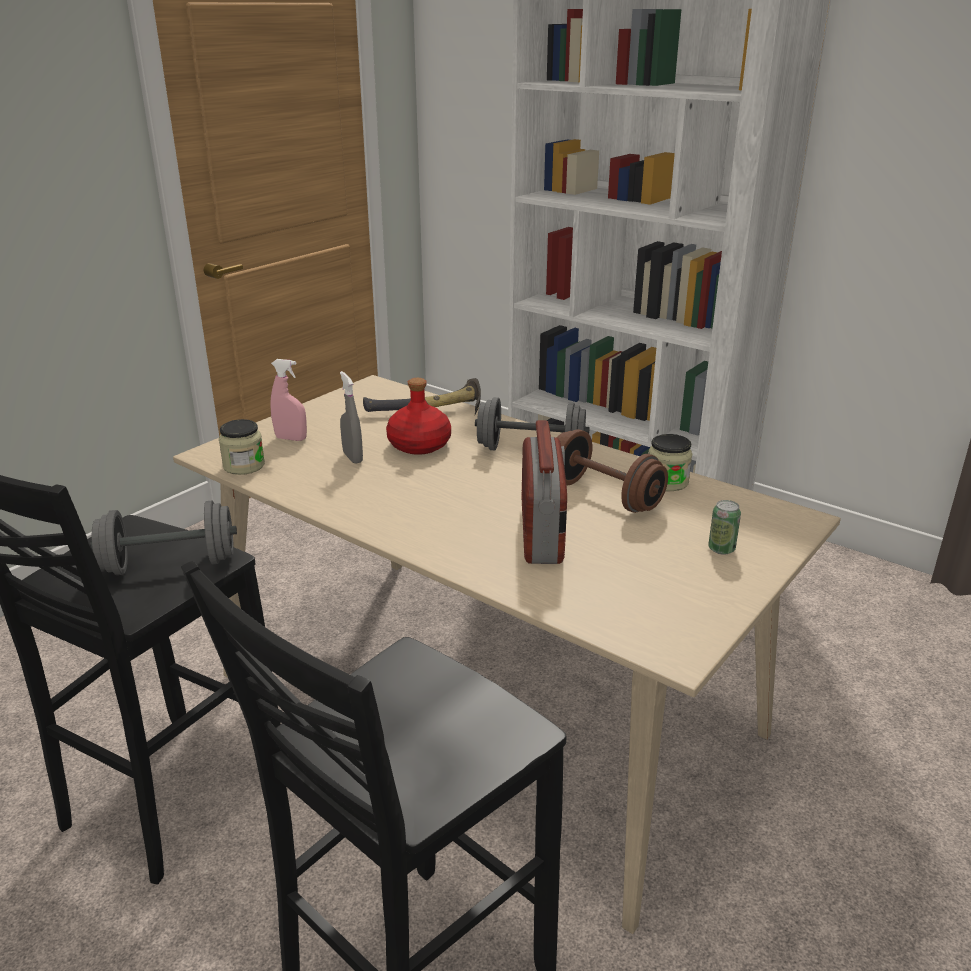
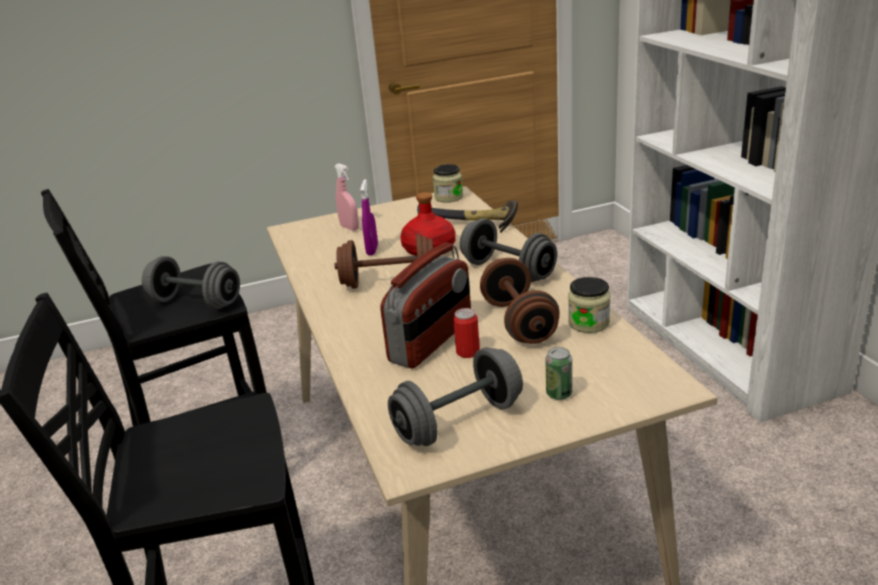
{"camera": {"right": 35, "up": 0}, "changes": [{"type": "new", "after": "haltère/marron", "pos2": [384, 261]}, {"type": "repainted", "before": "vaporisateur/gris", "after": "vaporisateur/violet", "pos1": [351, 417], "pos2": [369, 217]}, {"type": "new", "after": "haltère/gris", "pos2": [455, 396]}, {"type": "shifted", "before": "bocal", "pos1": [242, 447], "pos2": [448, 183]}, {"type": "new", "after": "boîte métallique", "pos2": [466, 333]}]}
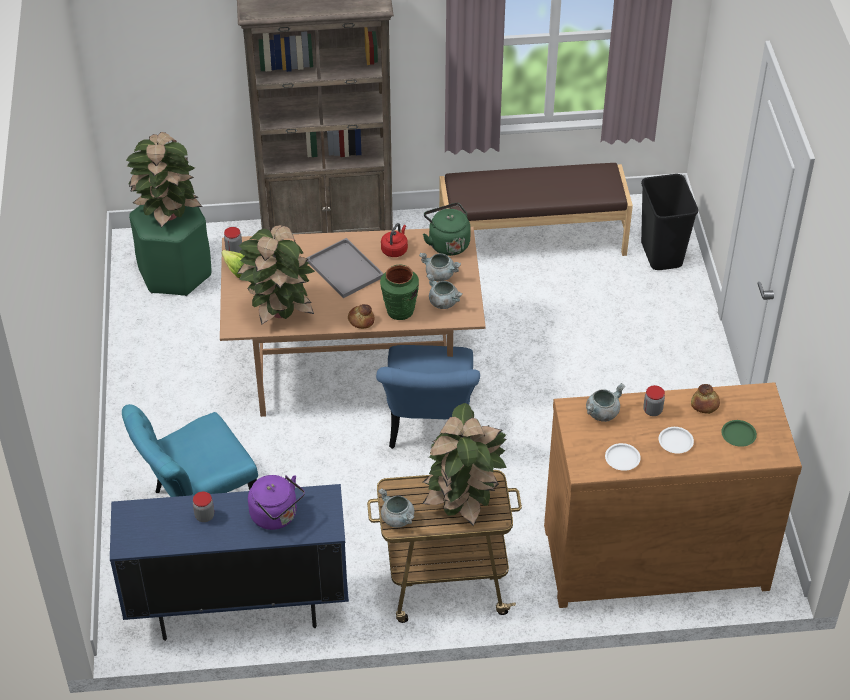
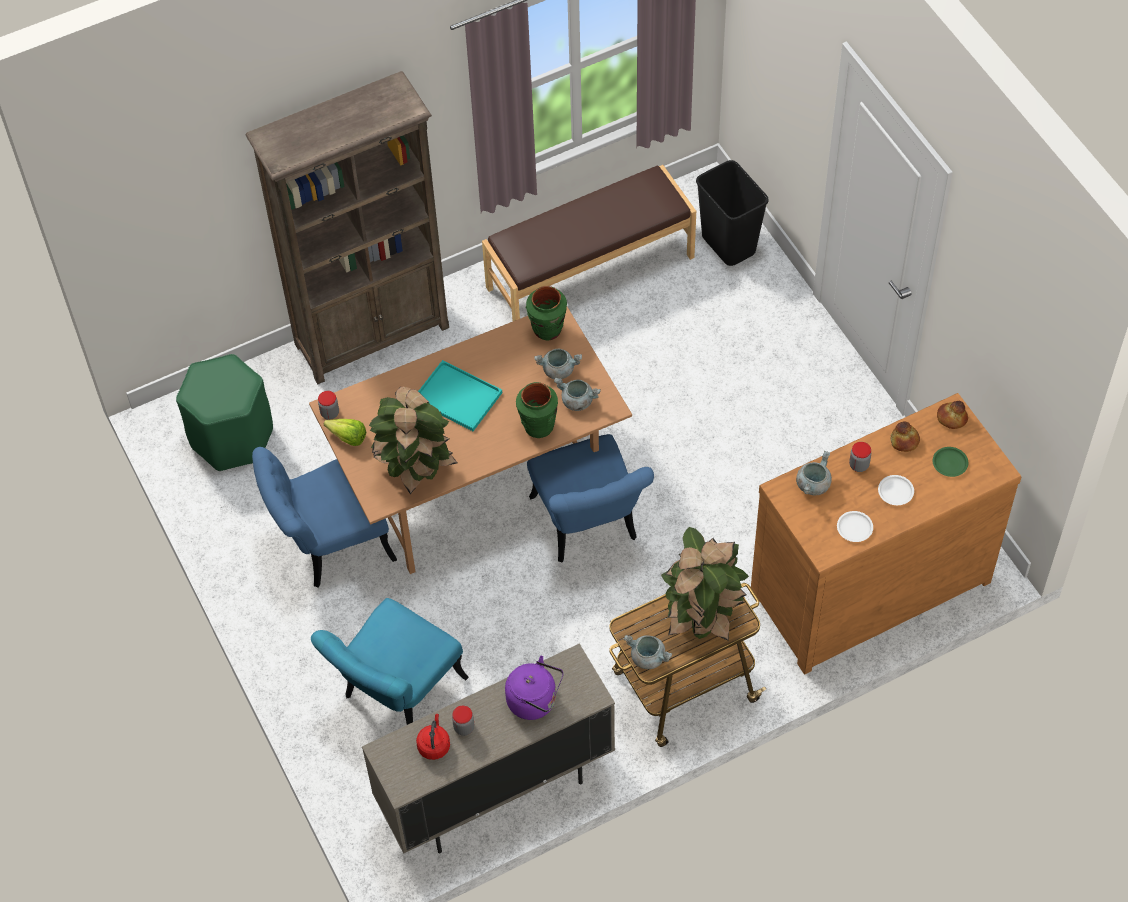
{"camera": {"right": -20, "up": 10}, "changes": [{"type": "new", "after": "chaise/bleu", "pos2": [324, 517]}, {"type": "repainted", "before": "meuble de rangement/bleu", "after": "meuble de rangement/beige", "pos1": [229, 562], "pos2": [488, 748]}, {"type": "shifted", "before": "bouilloire/rouge", "pos1": [394, 240], "pos2": [433, 737]}, {"type": "repainted", "before": "plateau/gris", "after": "plateau/turquoise", "pos1": [345, 268], "pos2": [460, 395]}, {"type": "swapped", "before": "bouilloire/vert", "after": "vase/vert", "pos1": [447, 229], "pos2": [546, 313]}, {"type": "shifted", "before": "pain", "pos1": [361, 316], "pos2": [952, 415]}, {"type": "gone", "before": "plante en pot", "pos1": [164, 180]}]}
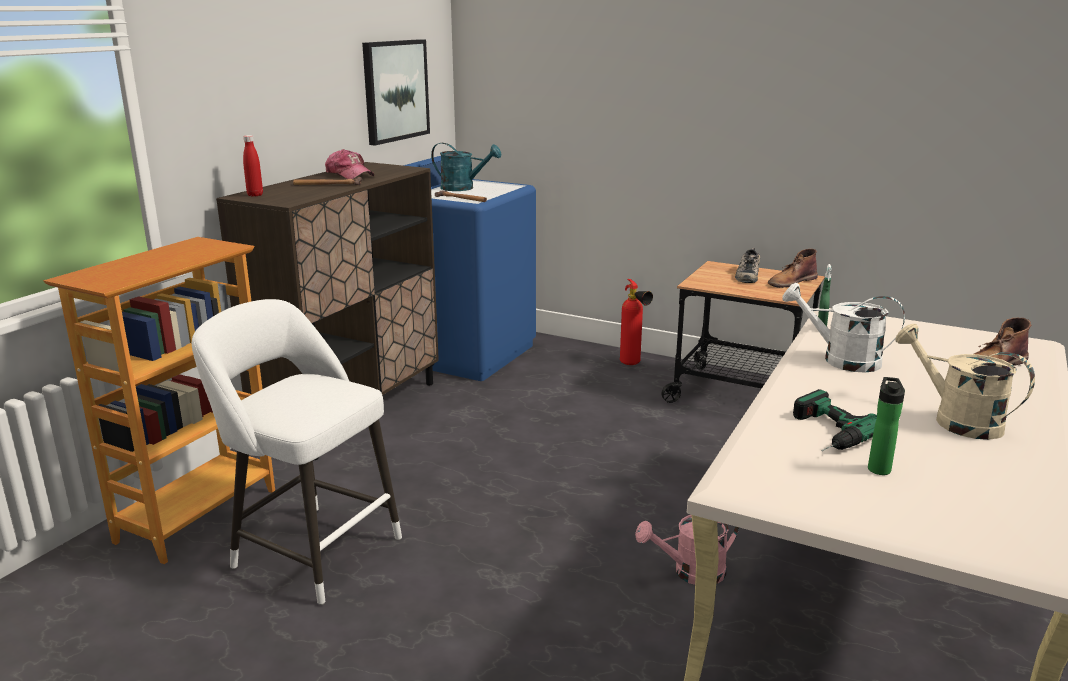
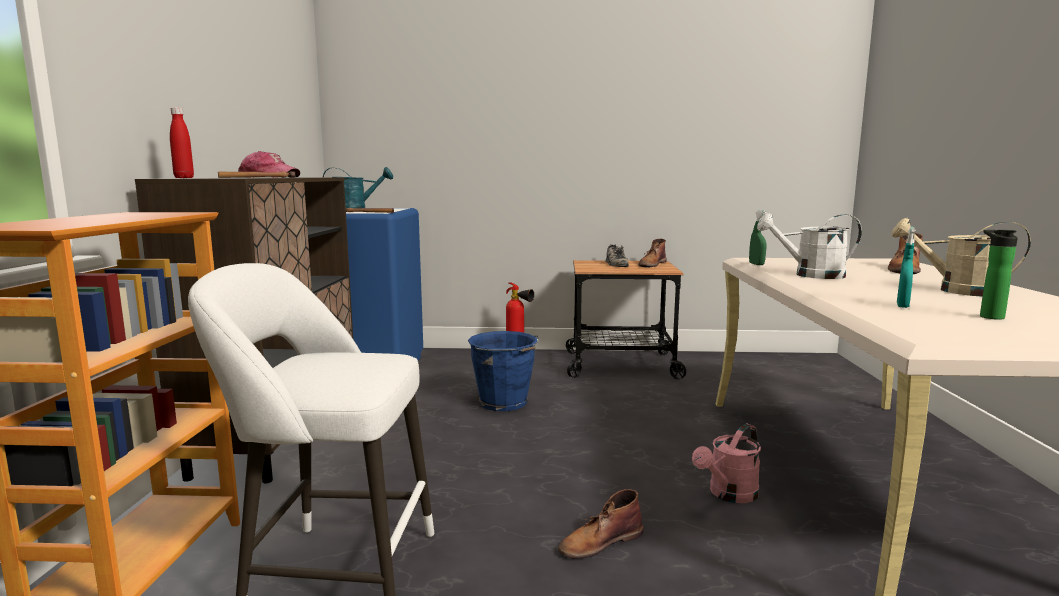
{"camera": {"right": -25, "up": -10}, "changes": [{"type": "new", "after": "seau/bleu", "pos2": [504, 371]}, {"type": "new", "after": "botte/marron", "pos2": [601, 524]}, {"type": "swapped", "before": "perceuse", "after": "vaporisateur/turquoise", "pos1": [835, 420], "pos2": [906, 267]}, {"type": "gone", "before": "tableau", "pos1": [396, 92]}]}
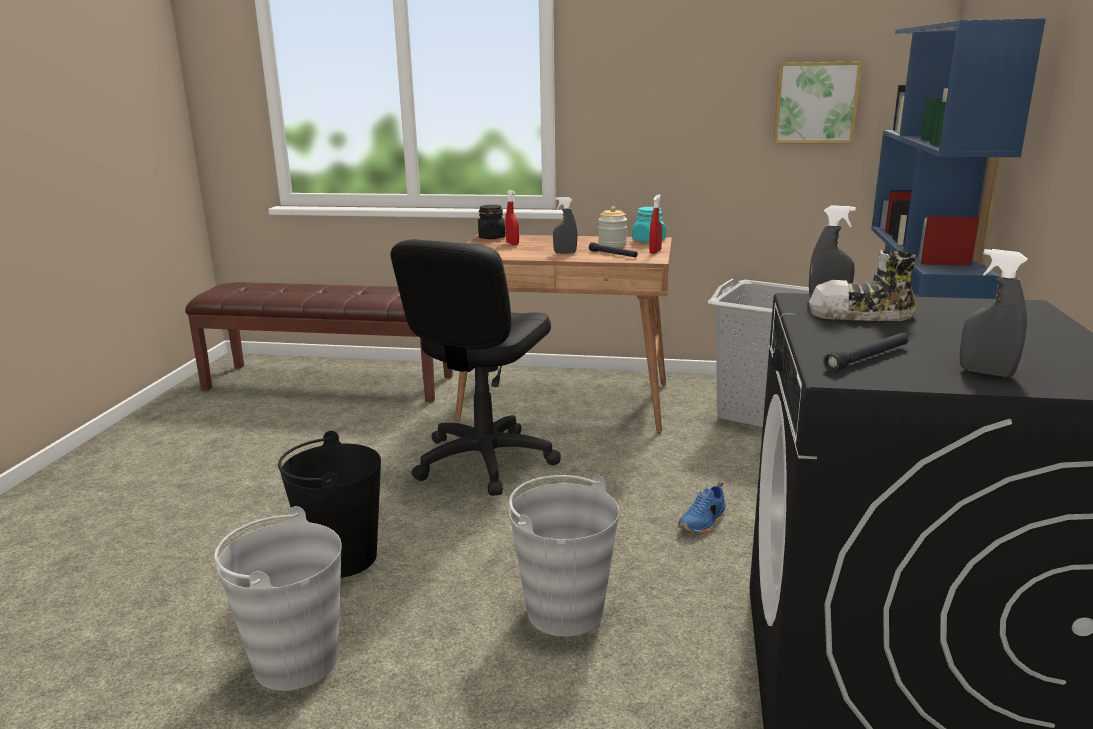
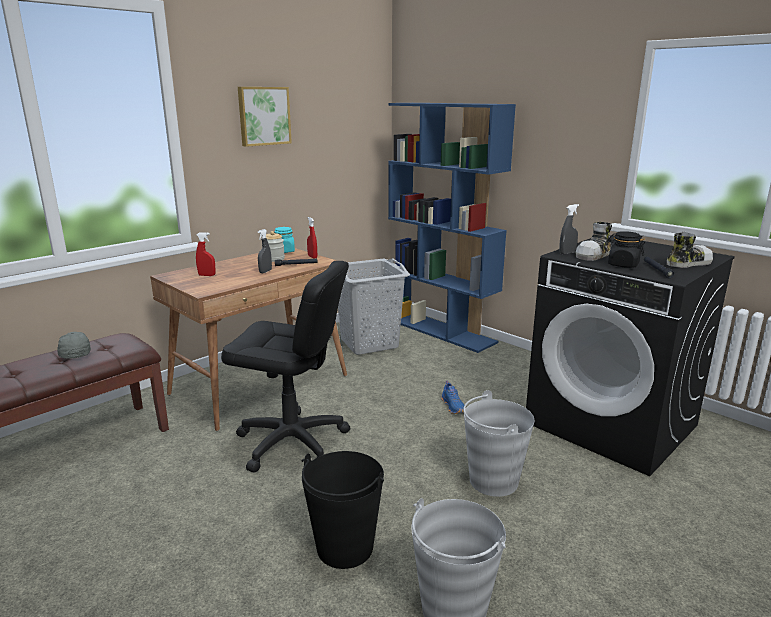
{"camera": {"right": -55, "up": 0}, "changes": [{"type": "new", "after": "casquette/gris", "pos2": [74, 345]}, {"type": "rotated", "before": "chaise de bureau/noir", "pos1": [476, 367], "pos2": [285, 367], "turn": -45}, {"type": "shifted", "before": "tableau", "pos1": [817, 102], "pos2": [265, 117]}, {"type": "shifted", "before": "bocal/noir", "pos1": [491, 222], "pos2": [626, 249]}, {"type": "swapped", "before": "vaporisateur/gris", "after": "chaussure", "pos1": [994, 313], "pos2": [690, 250]}]}
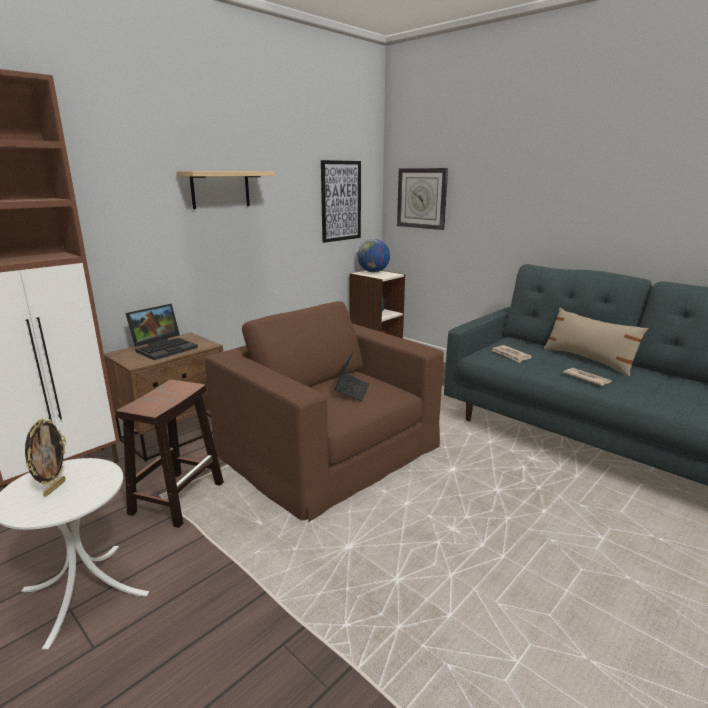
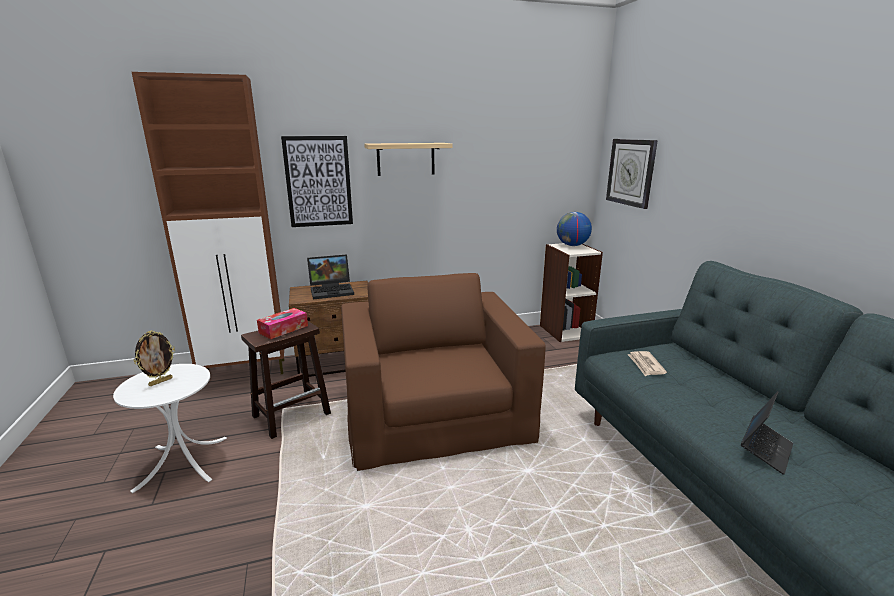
{"camera": {"right": 30, "up": 0}, "changes": [{"type": "new", "after": "boîte à mouchoirs", "pos2": [282, 323]}, {"type": "shifted", "before": "tableau", "pos1": [341, 201], "pos2": [317, 181]}, {"type": "shifted", "before": "ordinateur portable", "pos1": [351, 375], "pos2": [766, 433]}, {"type": "gone", "before": "coussin/beige", "pos1": [596, 342]}, {"type": "gone", "before": "journal", "pos1": [587, 377]}]}
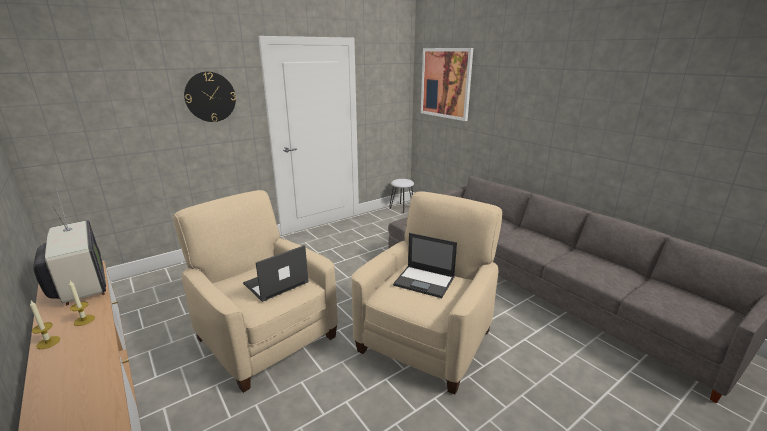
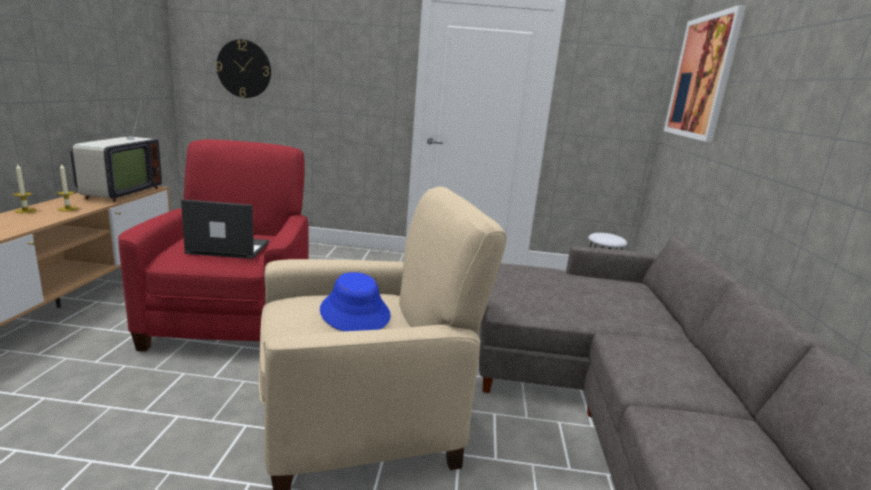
{"camera": {"right": 40, "up": -5}, "changes": [{"type": "repainted", "before": "fauteuil/beige", "after": "fauteuil/rouge", "pos1": [255, 291], "pos2": [213, 245]}, {"type": "shifted", "before": "horloge murale", "pos1": [210, 97], "pos2": [243, 68]}, {"type": "swapped", "before": "ordinateur portable", "after": "chapeau/bleu", "pos1": [425, 265], "pos2": [355, 301]}]}
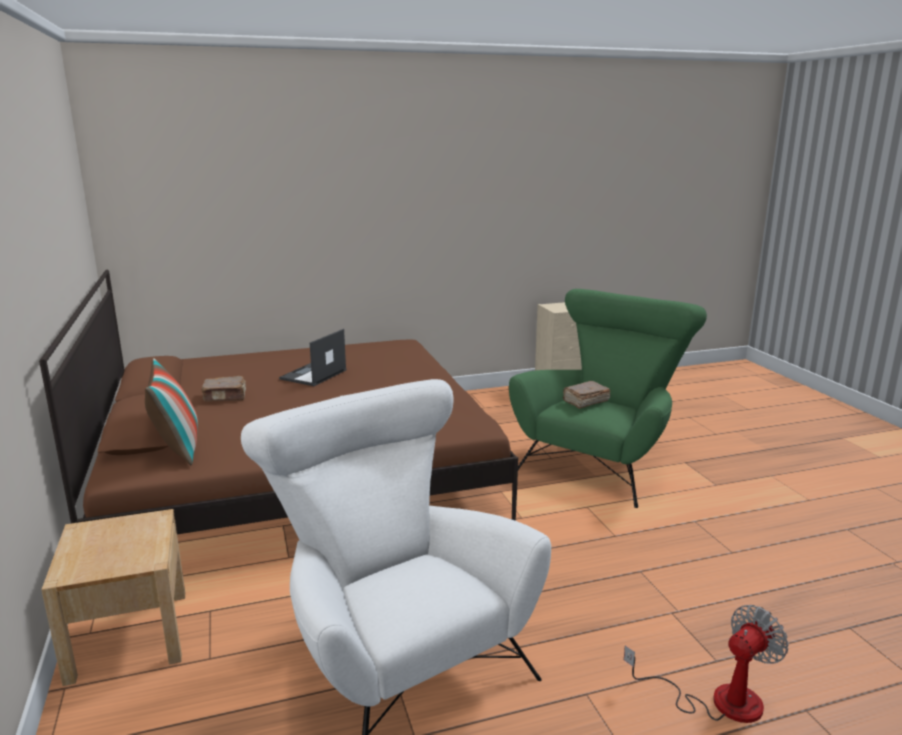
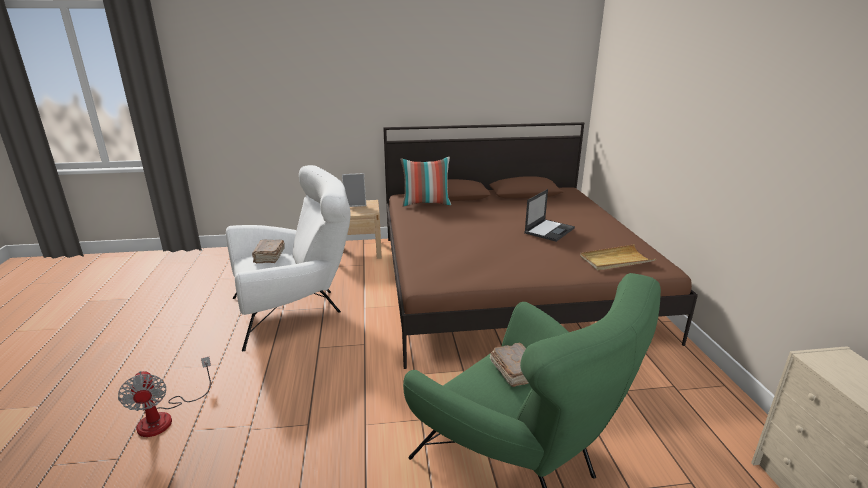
{"camera": {"right": 100, "up": 5}, "changes": [{"type": "shifted", "before": "livre/marron", "pos1": [224, 388], "pos2": [268, 251]}, {"type": "new", "after": "cadre photo", "pos2": [354, 190]}, {"type": "rotated", "before": "ordinateur portable", "pos1": [313, 357], "pos2": [549, 215], "turn": 90}, {"type": "new", "after": "plateau/beige", "pos2": [618, 257]}]}
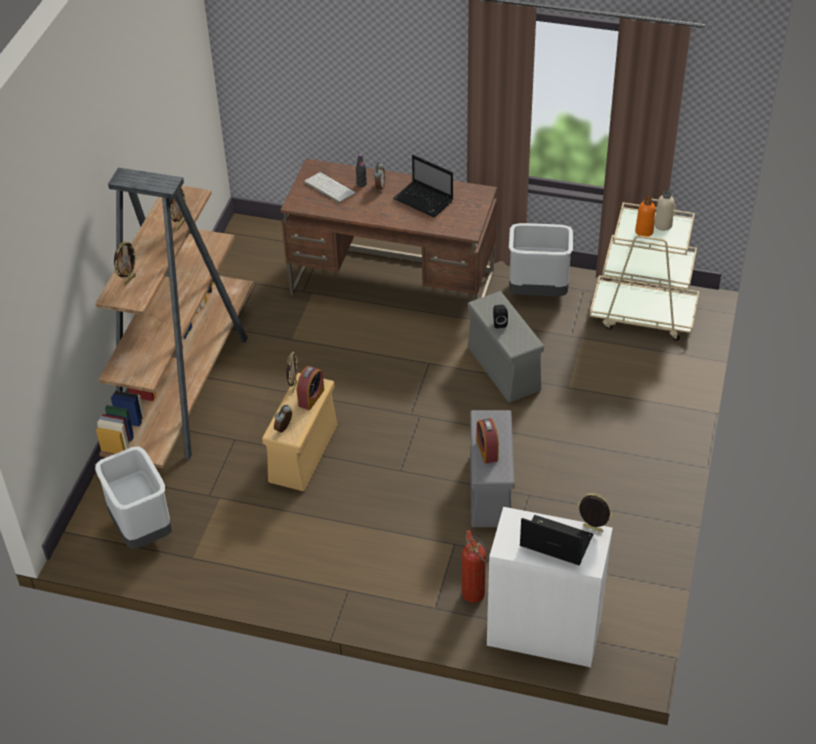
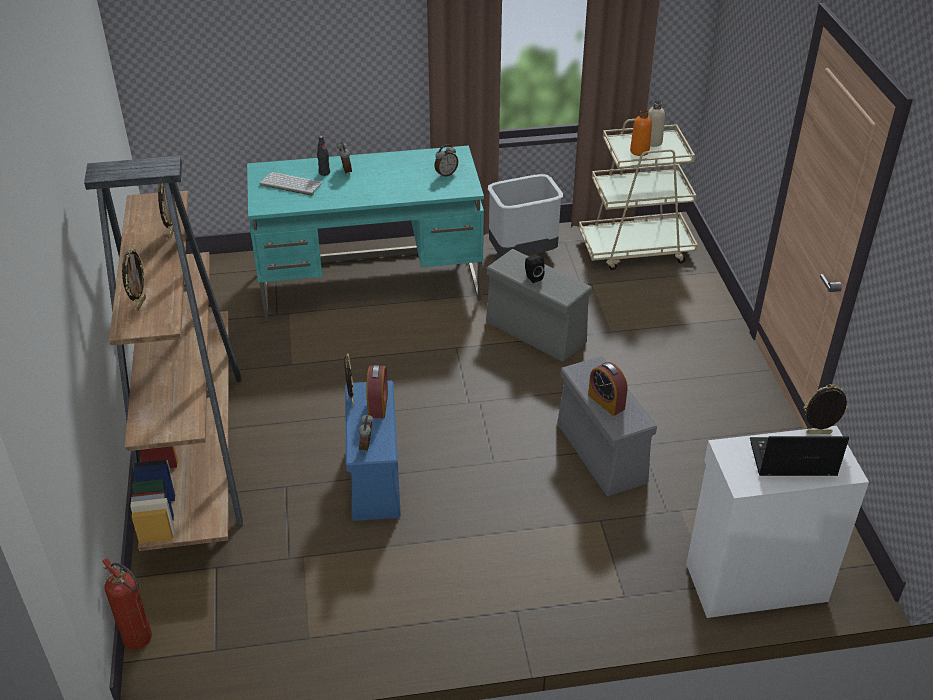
{"camera": {"right": -25, "up": -5}, "changes": [{"type": "shifted", "before": "extincteur", "pos1": [475, 566], "pos2": [127, 604]}, {"type": "repainted", "before": "bureau/marron", "after": "bureau/turquoise", "pos1": [388, 230], "pos2": [365, 233]}, {"type": "repainted", "before": "boîte de rangement/beige", "after": "boîte de rangement/bleu", "pos1": [300, 432], "pos2": [373, 451]}, {"type": "new", "after": "réveil", "pos2": [446, 160]}, {"type": "gone", "before": "poubelle/gris", "pos1": [133, 497]}, {"type": "gone", "before": "ordinateur portable", "pos1": [423, 186]}]}
